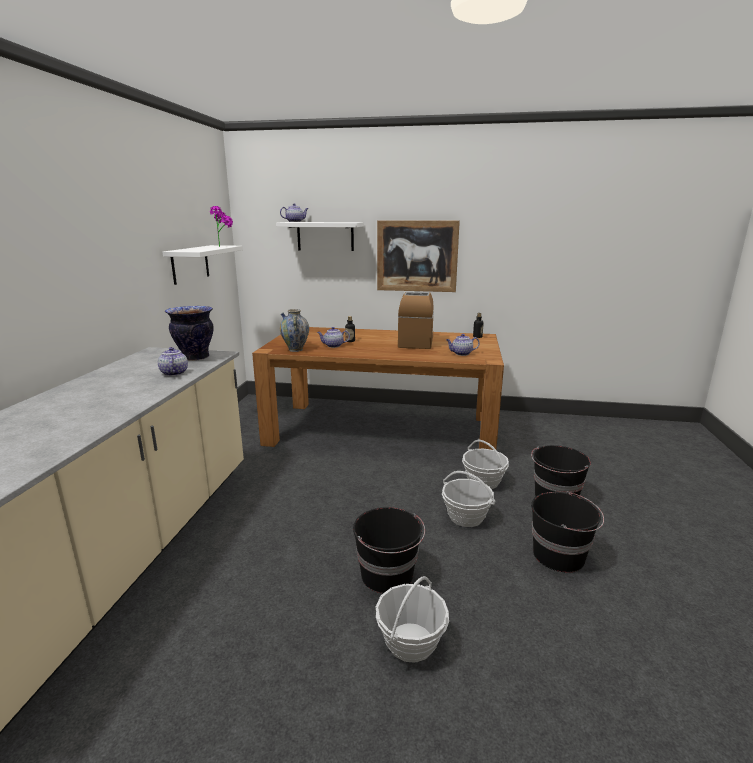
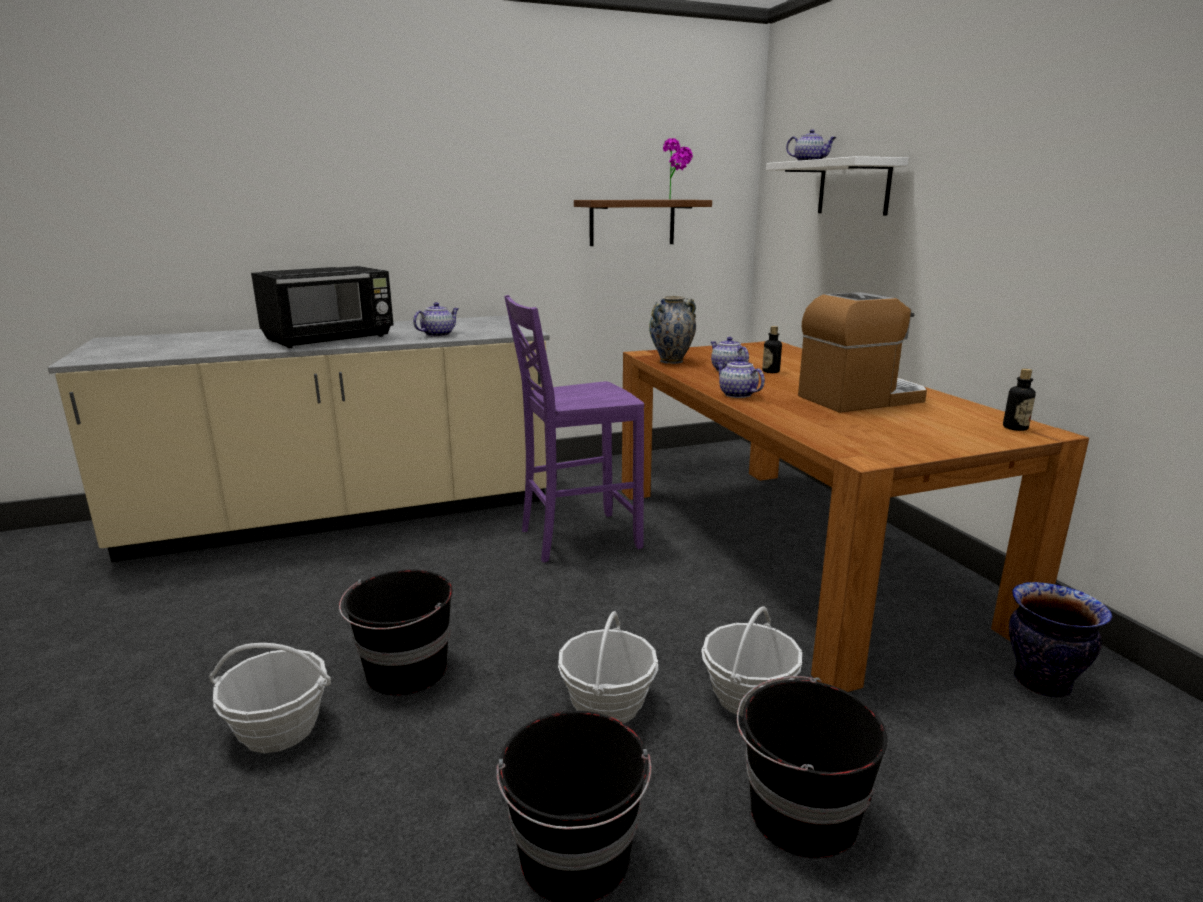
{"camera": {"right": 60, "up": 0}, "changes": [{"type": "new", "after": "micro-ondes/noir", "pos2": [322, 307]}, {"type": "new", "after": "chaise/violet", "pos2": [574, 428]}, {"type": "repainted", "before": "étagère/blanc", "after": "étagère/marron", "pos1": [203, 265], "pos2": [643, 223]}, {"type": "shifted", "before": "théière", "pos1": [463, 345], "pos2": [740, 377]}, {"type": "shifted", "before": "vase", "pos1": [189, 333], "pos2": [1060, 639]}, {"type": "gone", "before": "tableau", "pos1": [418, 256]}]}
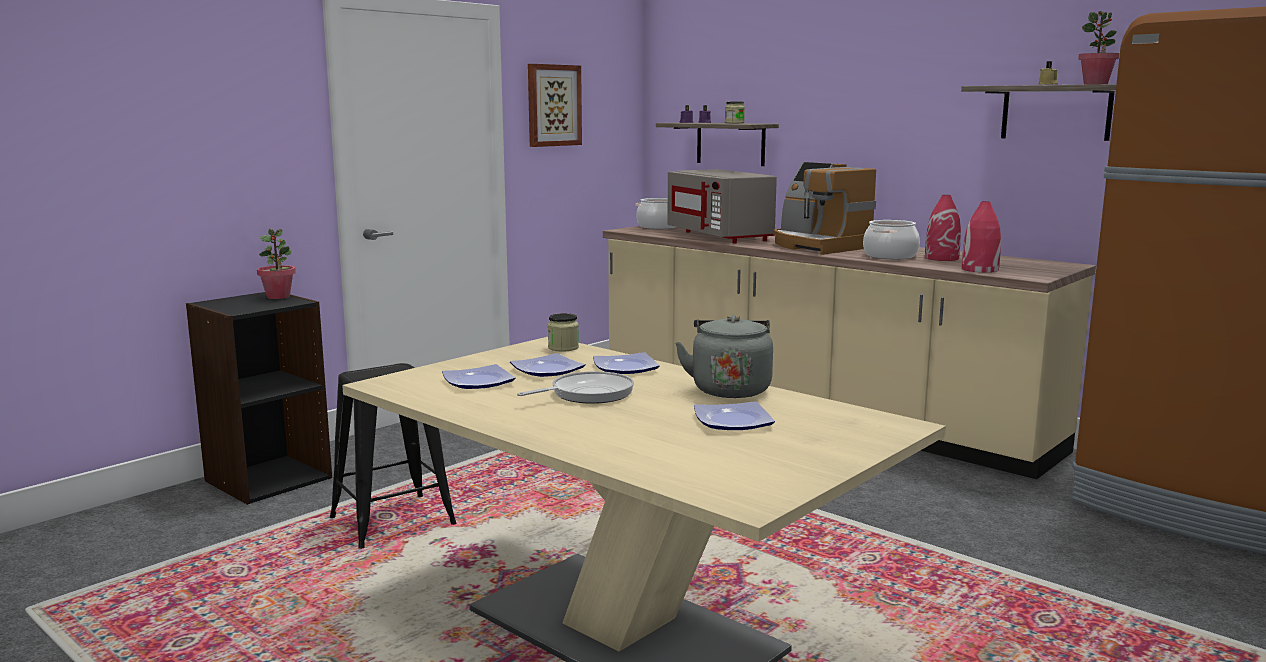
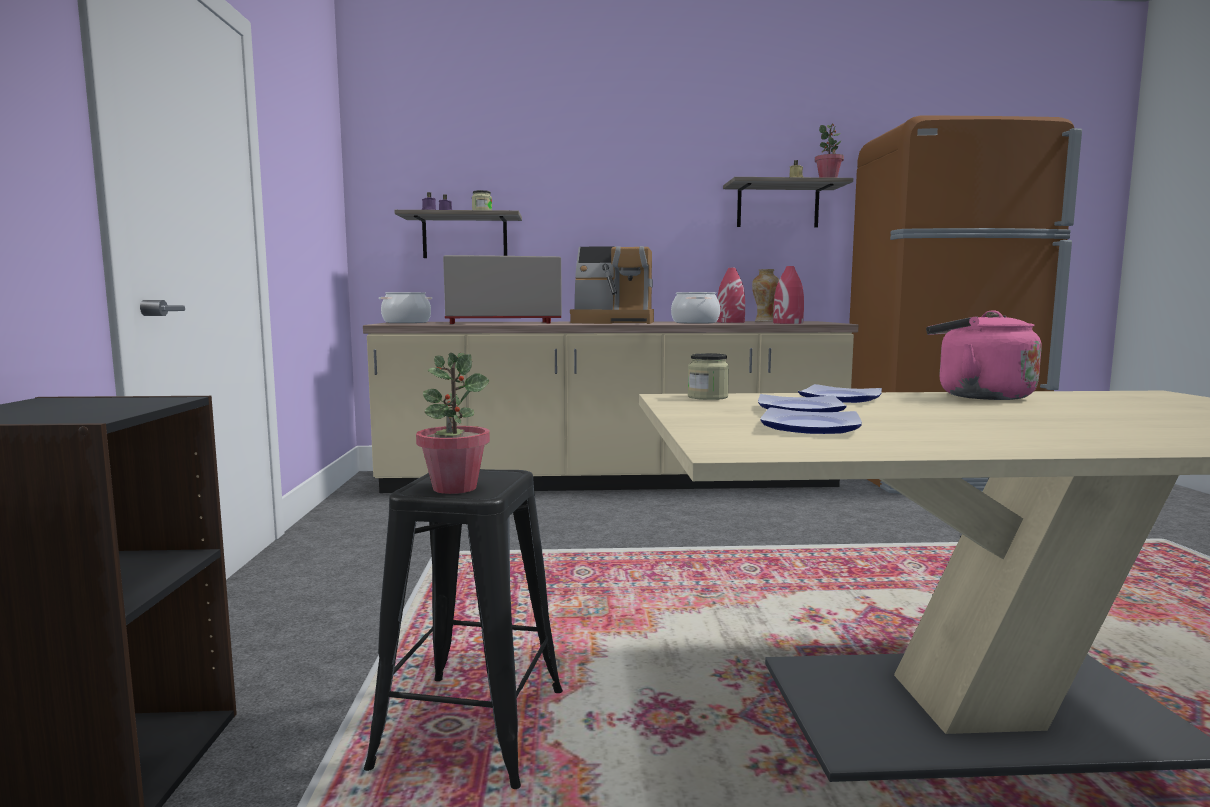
{"camera": {"right": -45, "up": -5}, "changes": [{"type": "shifted", "before": "plante en pot", "pos1": [276, 264], "pos2": [453, 423]}, {"type": "rotated", "before": "micro-ondes/gris", "pos1": [722, 206], "pos2": [502, 289], "turn": 150}, {"type": "new", "after": "vase", "pos2": [765, 295]}, {"type": "repainted", "before": "bouilloire/gris", "after": "bouilloire/rose", "pos1": [724, 356], "pos2": [983, 355]}, {"type": "gone", "before": "poêle", "pos1": [575, 387]}, {"type": "gone", "before": "tableau", "pos1": [555, 105]}, {"type": "gone", "before": "assiette", "pos1": [734, 416]}]}
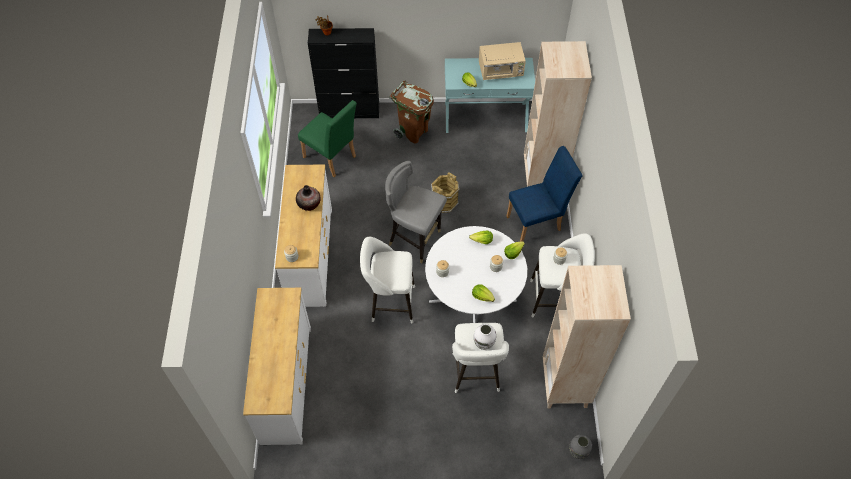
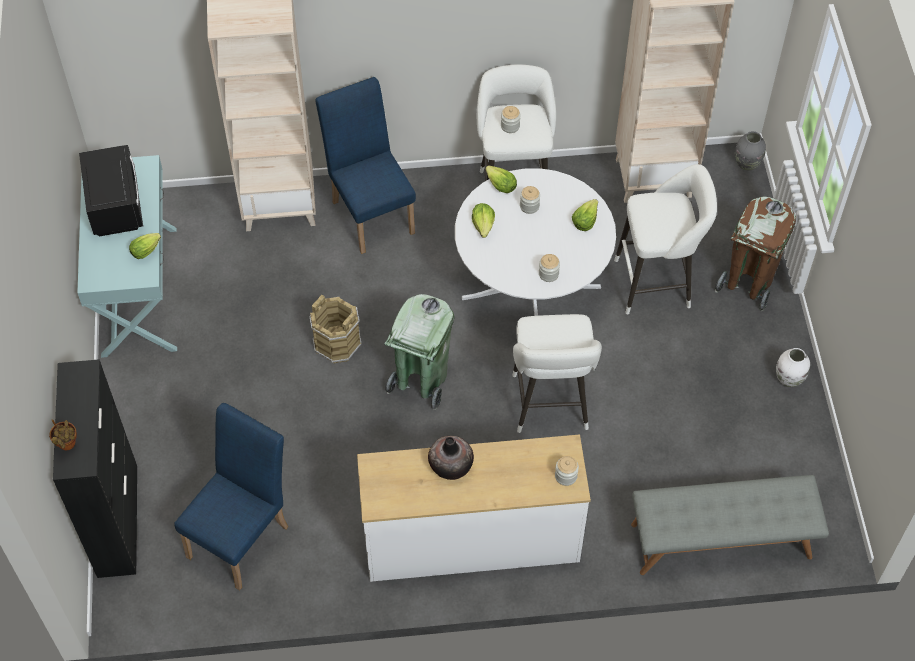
{"camera": {"right": -95, "up": 0}, "changes": [{"type": "repainted", "before": "micro-ondes/beige", "after": "micro-ondes/noir", "pos1": [502, 61], "pos2": [111, 190]}, {"type": "repainted", "before": "chaise/vert", "after": "chaise/bleu", "pos1": [327, 138], "pos2": [231, 496]}, {"type": "swapped", "before": "chaise/gris", "after": "poubelle/vert", "pos1": [416, 212], "pos2": [419, 352]}, {"type": "swapped", "before": "commode/blanc", "after": "banc/gris", "pos1": [277, 366], "pos2": [730, 525]}, {"type": "shifted", "before": "poubelle/marron", "pos1": [411, 112], "pos2": [755, 253]}, {"type": "shifted", "before": "vase/blanc", "pos1": [485, 337], "pos2": [793, 367]}]}
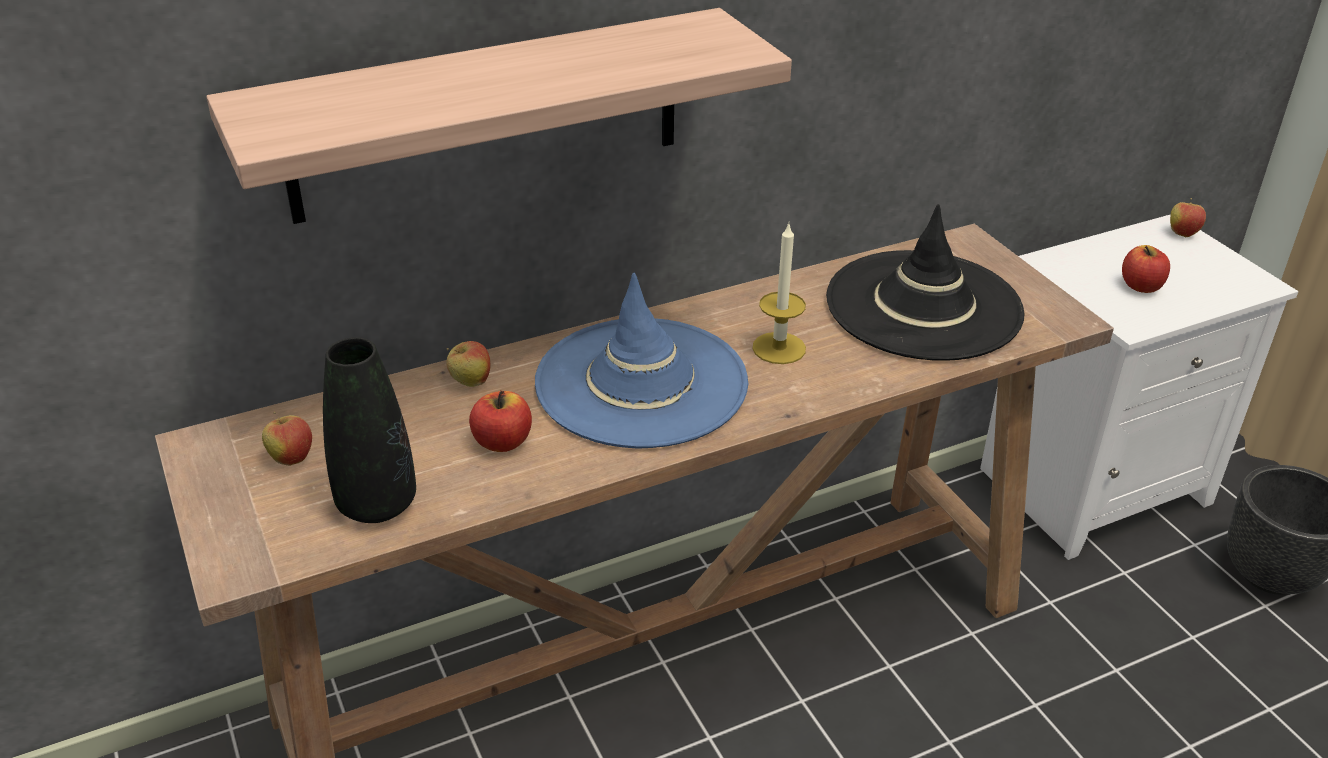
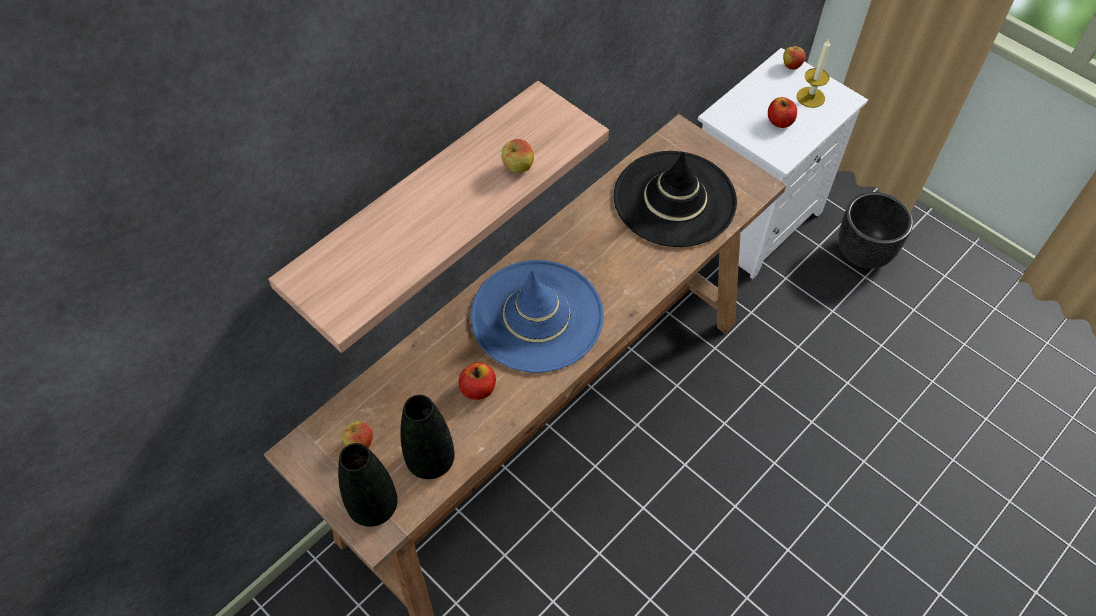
{"camera": {"right": -20, "up": 20}, "changes": [{"type": "new", "after": "vase/noir", "pos2": [367, 485]}, {"type": "shifted", "before": "pomme", "pos1": [468, 364], "pos2": [517, 156]}, {"type": "shifted", "before": "bougie", "pos1": [779, 294], "pos2": [813, 73]}]}
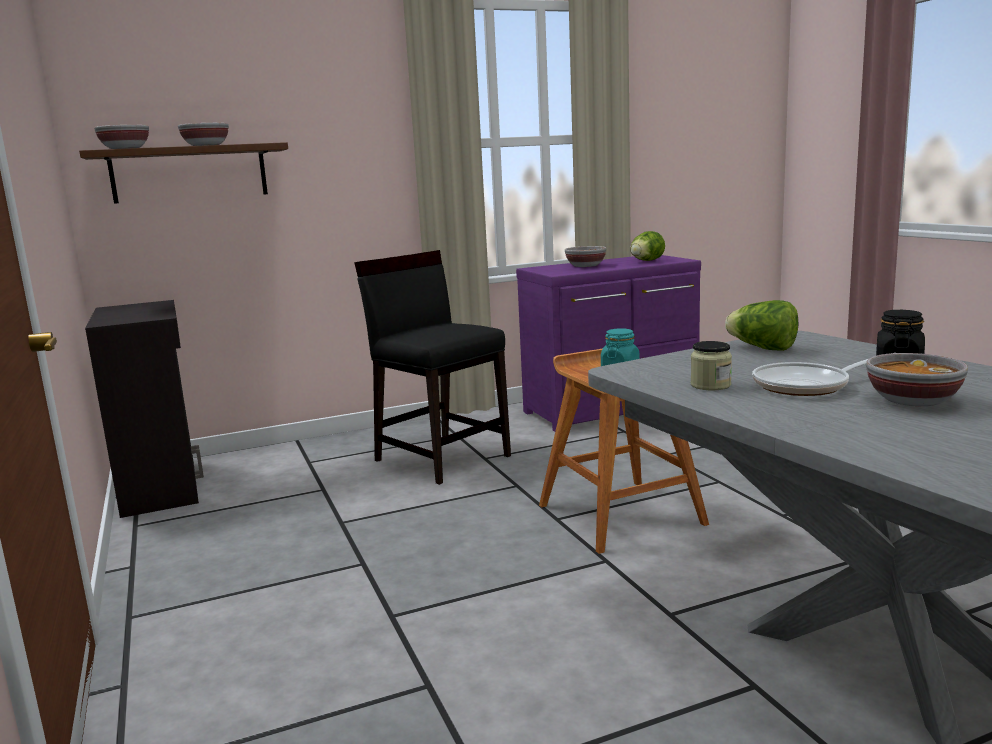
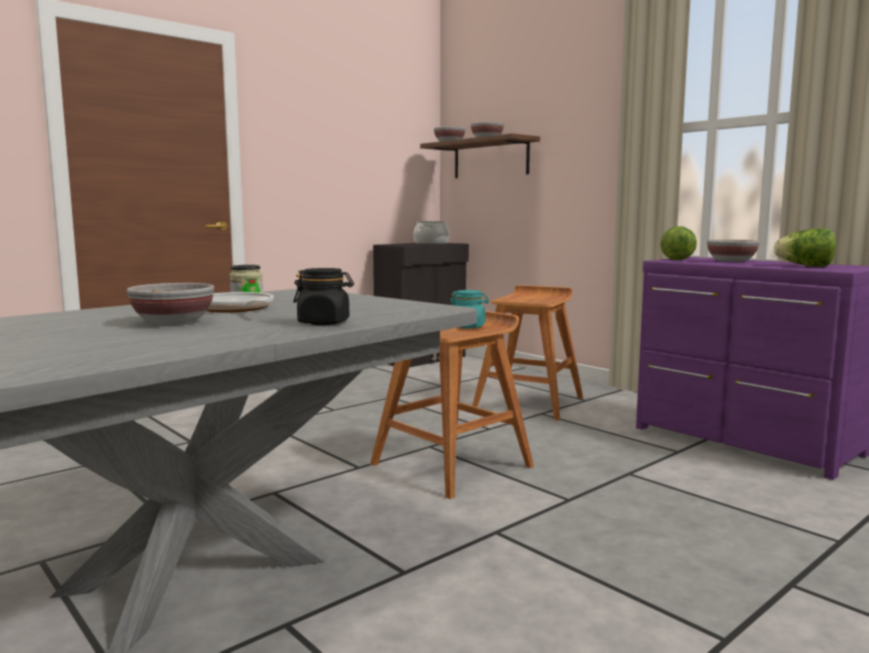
{"camera": {"right": 70, "up": -5}, "changes": [{"type": "new", "after": "marmite", "pos2": [431, 232]}, {"type": "swapped", "before": "chaise/noir", "after": "tabouret/marron", "pos1": [432, 367], "pos2": [527, 352]}, {"type": "shifted", "before": "laitue", "pos1": [761, 325], "pos2": [678, 243]}]}
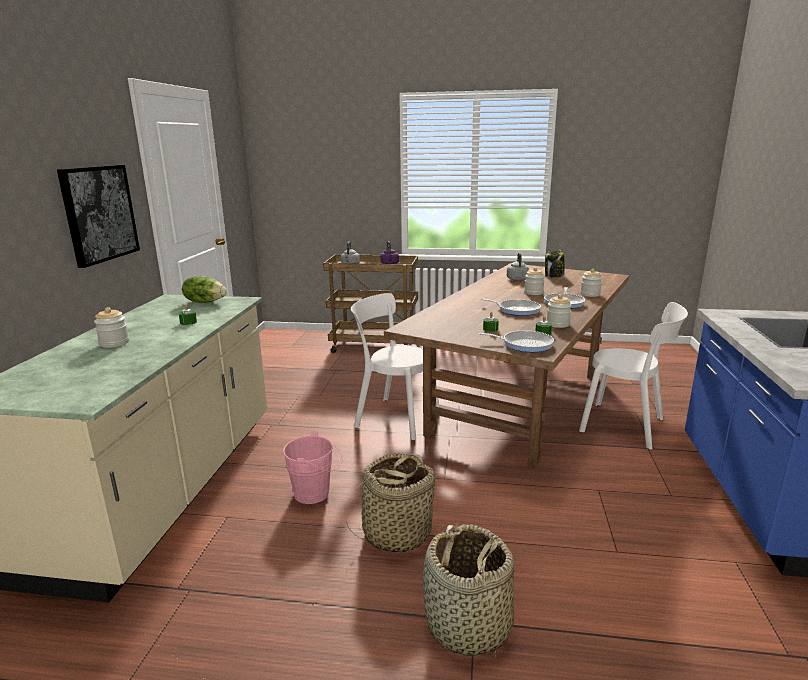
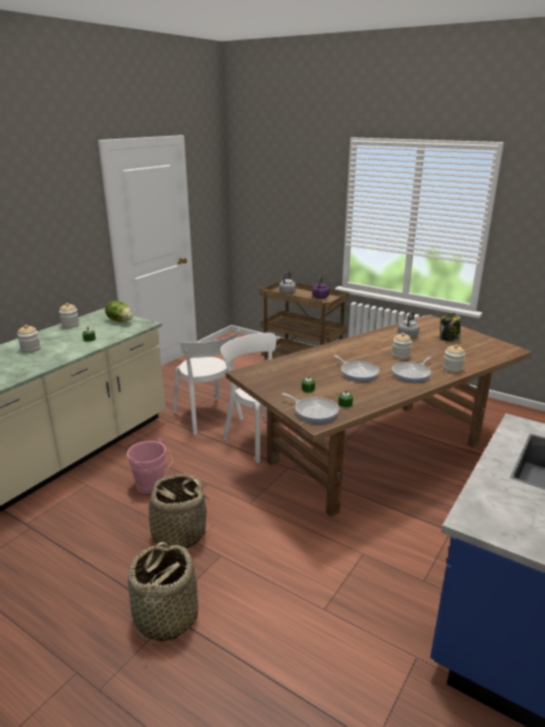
{"camera": {"right": 25, "up": 5}, "changes": [{"type": "shifted", "before": "bocal", "pos1": [559, 311], "pos2": [69, 315]}, {"type": "shifted", "before": "chaise/blanc", "pos1": [633, 375], "pos2": [208, 382]}, {"type": "gone", "before": "tableau", "pos1": [98, 216]}]}
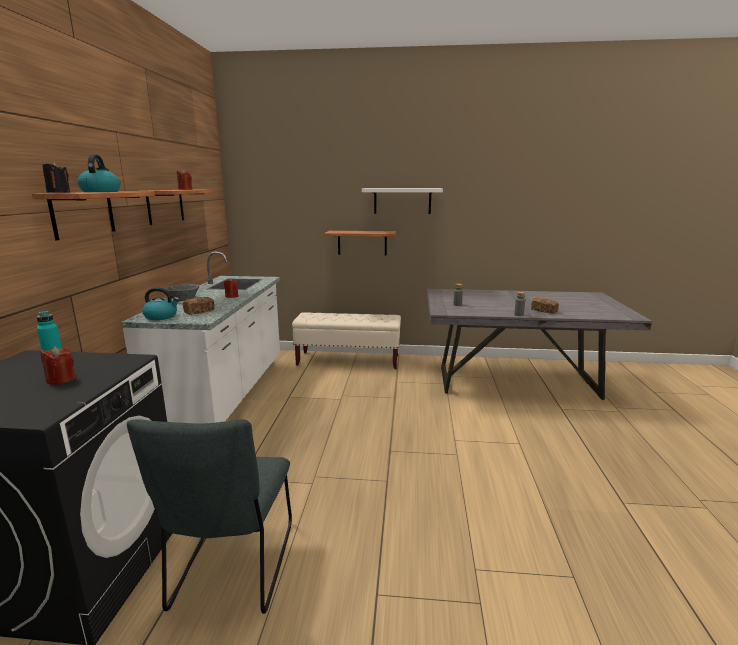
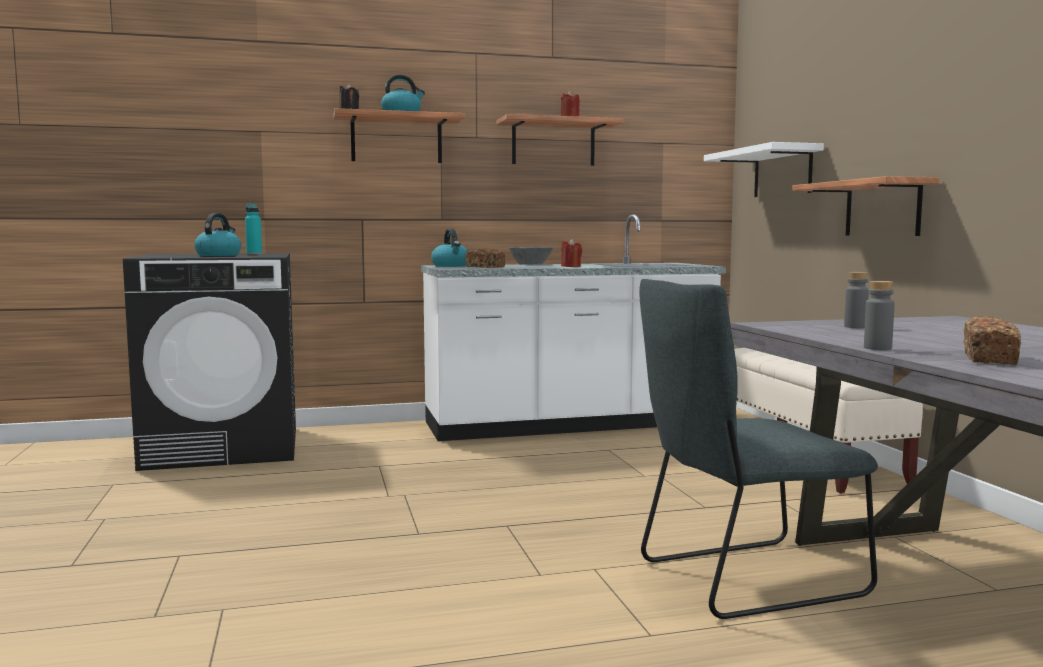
{"camera": {"right": 70, "up": -10}, "changes": [{"type": "swapped", "before": "bougie/rouge", "after": "bouilloire", "pos1": [57, 365], "pos2": [218, 234]}, {"type": "shifted", "before": "chaise/gris", "pos1": [209, 516], "pos2": [758, 449]}, {"type": "shifted", "before": "étagère/blanc", "pos1": [402, 201], "pos2": [764, 169]}]}
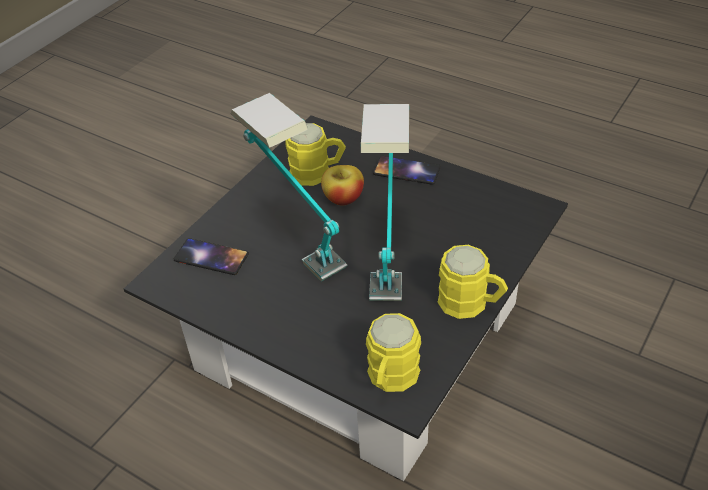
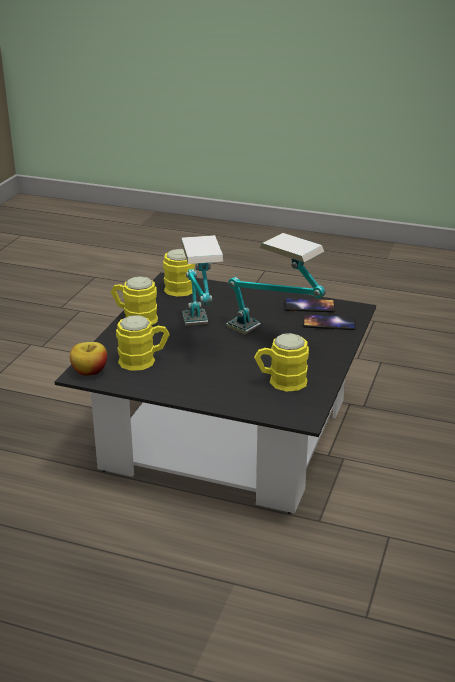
{"camera": {"right": 165, "up": -15}, "changes": [{"type": "shifted", "before": "pomme", "pos1": [342, 185], "pos2": [88, 359]}, {"type": "new", "after": "mug/jaune", "pos2": [143, 343]}, {"type": "shifted", "before": "téléphone", "pos1": [407, 170], "pos2": [309, 305]}]}
